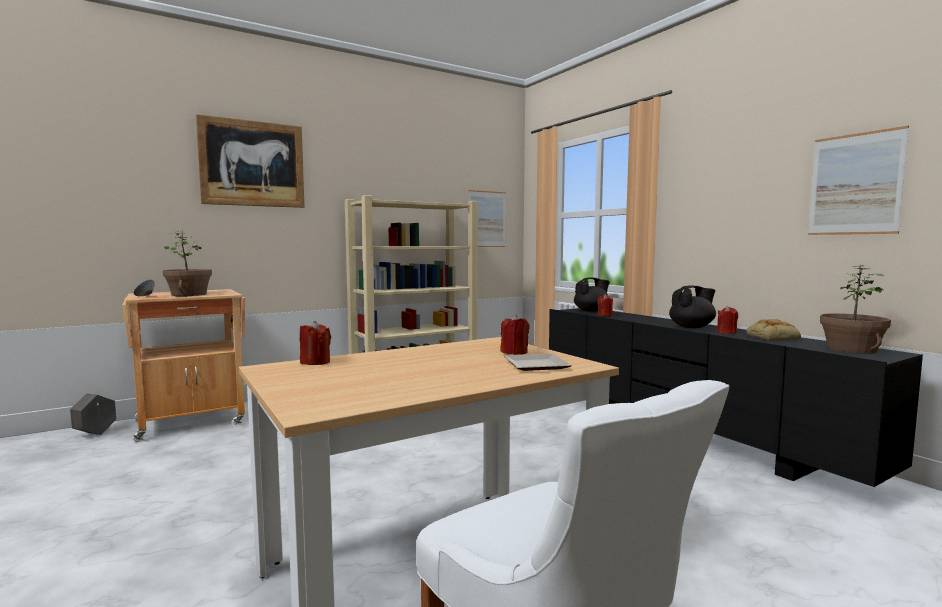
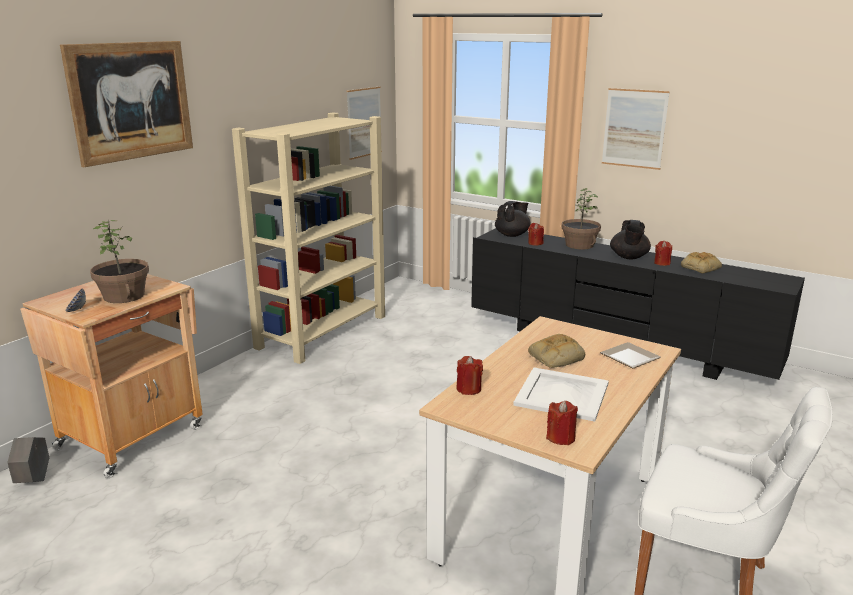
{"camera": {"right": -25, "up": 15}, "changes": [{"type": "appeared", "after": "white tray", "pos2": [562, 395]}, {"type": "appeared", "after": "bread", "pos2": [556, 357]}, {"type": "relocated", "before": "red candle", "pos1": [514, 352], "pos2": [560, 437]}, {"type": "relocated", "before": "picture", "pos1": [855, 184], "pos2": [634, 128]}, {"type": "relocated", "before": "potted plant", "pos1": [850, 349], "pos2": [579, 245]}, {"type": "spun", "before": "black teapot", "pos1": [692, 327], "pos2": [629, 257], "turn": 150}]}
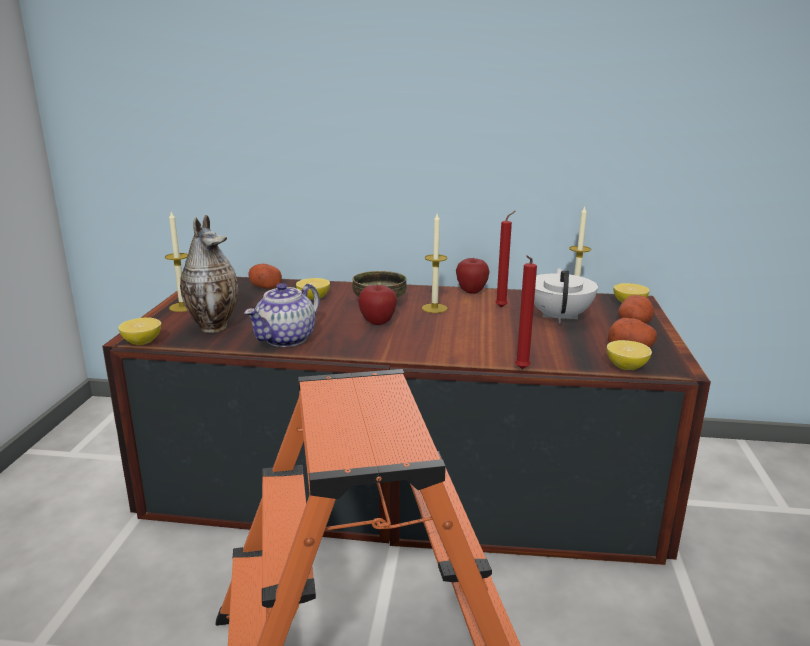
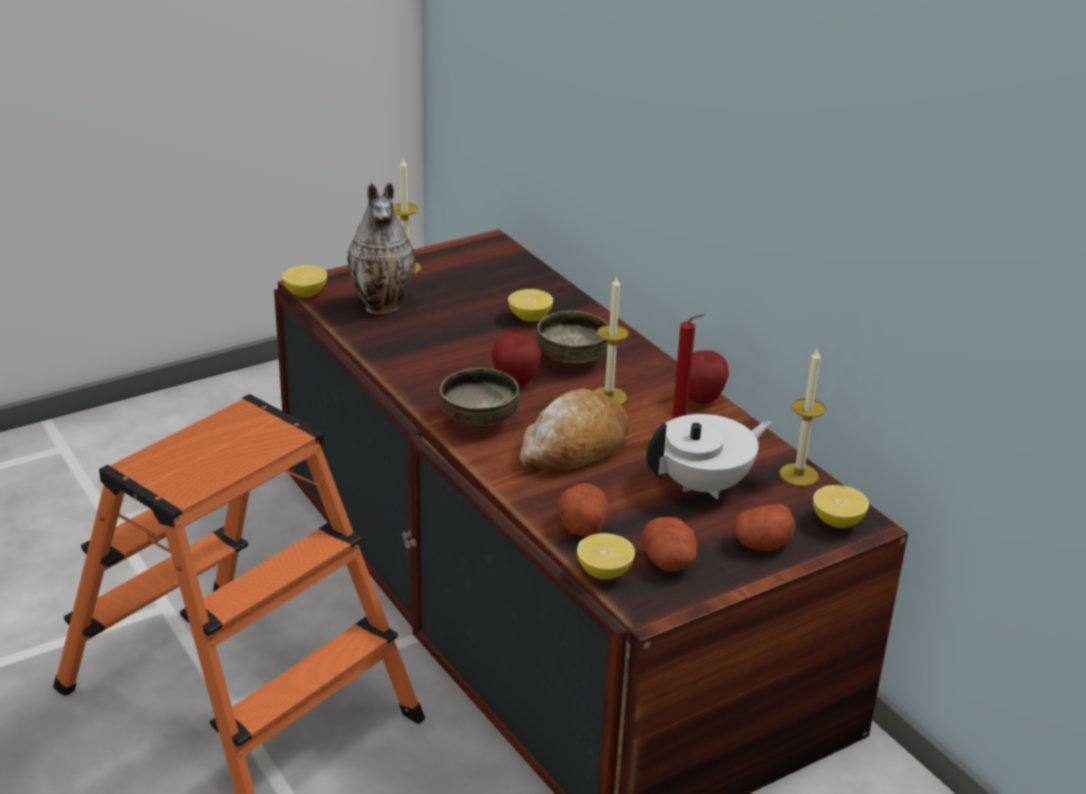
{"camera": {"right": 50, "up": 10}, "changes": [{"type": "missing", "before": "teapot", "pos1": [286, 339]}, {"type": "missing", "before": "red candle", "pos1": [521, 370]}, {"type": "appeared", "after": "bowl", "pos2": [480, 422]}, {"type": "appeared", "after": "bread", "pos2": [574, 447]}, {"type": "relocated", "before": "potato", "pos1": [264, 286], "pos2": [581, 524]}]}
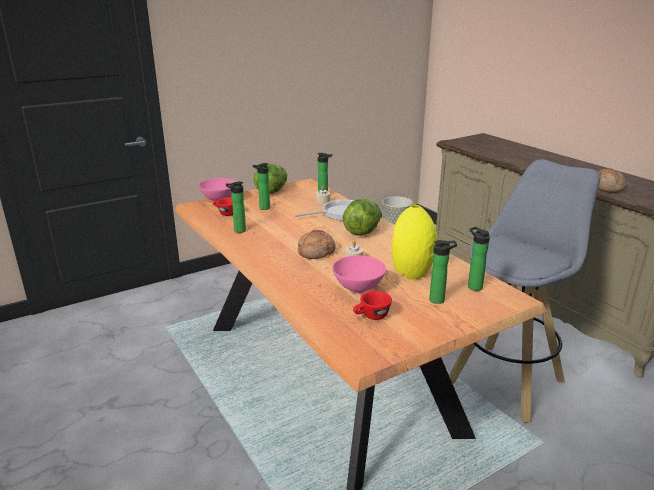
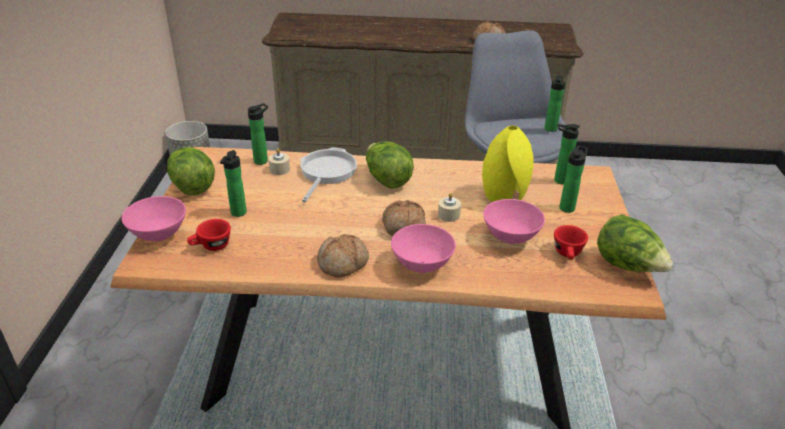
{"camera": {"right": -55, "up": 10}, "changes": [{"type": "appeared", "after": "bread", "pos2": [343, 264]}, {"type": "appeared", "after": "pink bowl", "pos2": [421, 266]}, {"type": "appeared", "after": "lettuce", "pos2": [627, 266]}, {"type": "relocated", "before": "bottle", "pos1": [238, 230], "pos2": [550, 130]}]}
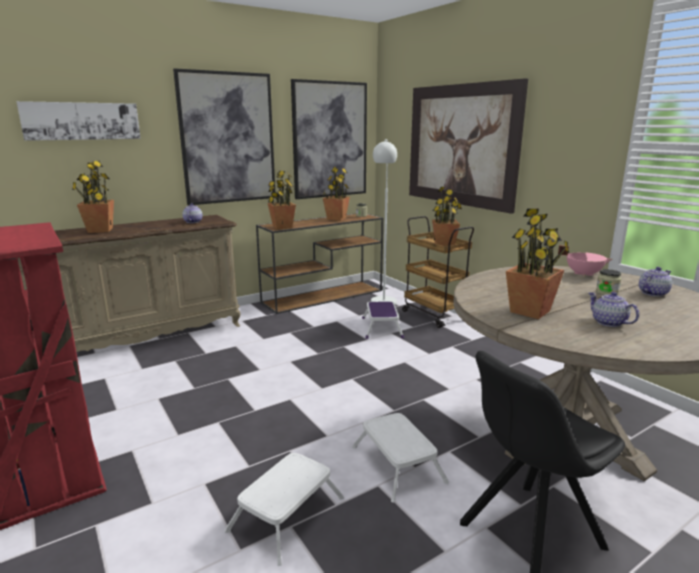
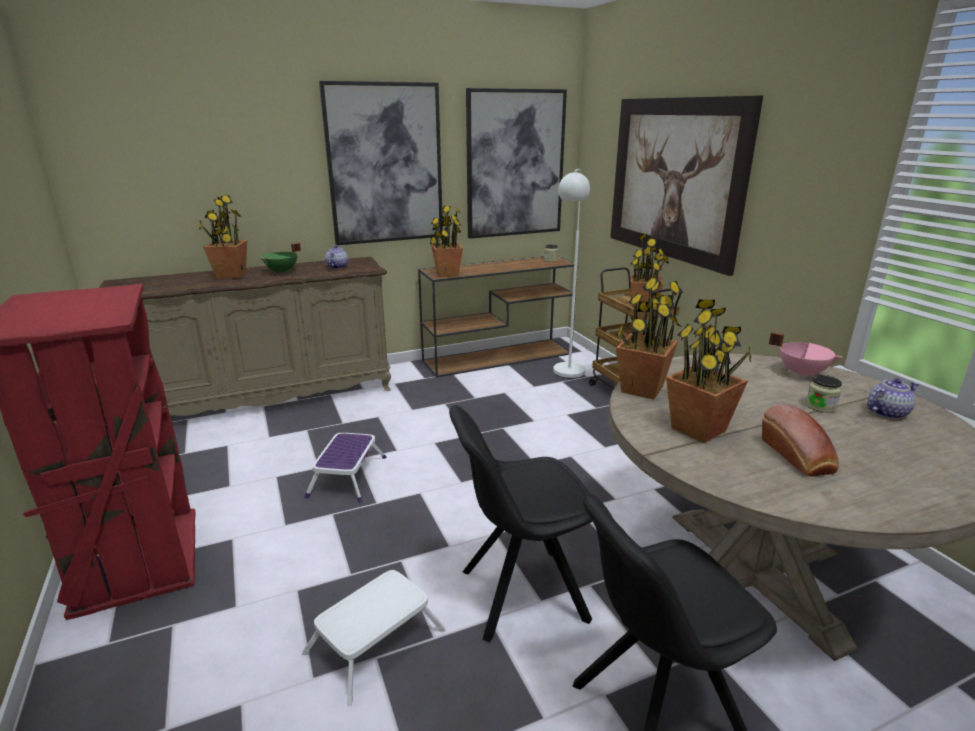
{"camera": {"right": 10, "up": 5}, "changes": [{"type": "missing", "before": "picture", "pos1": [82, 121]}, {"type": "appeared", "after": "green cooking pot", "pos2": [282, 271]}, {"type": "relocated", "before": "potted plant", "pos1": [336, 219], "pos2": [641, 389]}, {"type": "relocated", "before": "purple step ladder", "pos1": [382, 327], "pos2": [348, 476]}, {"type": "exchanged", "before": "white step ladder", "after": "black chair", "pos1": [398, 464], "pos2": [522, 594]}, {"type": "exchanged", "before": "teapot", "after": "bread", "pos1": [608, 322], "pos2": [798, 457]}]}
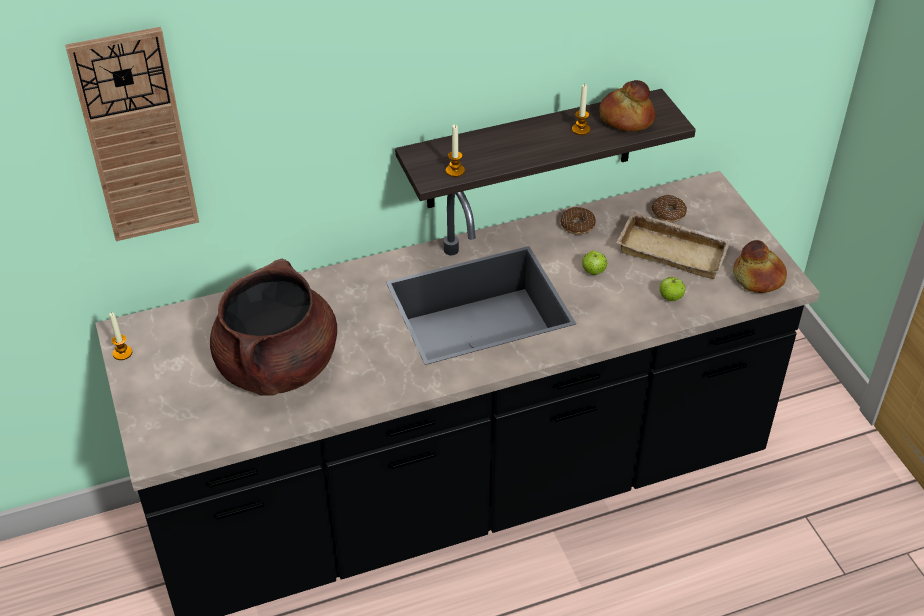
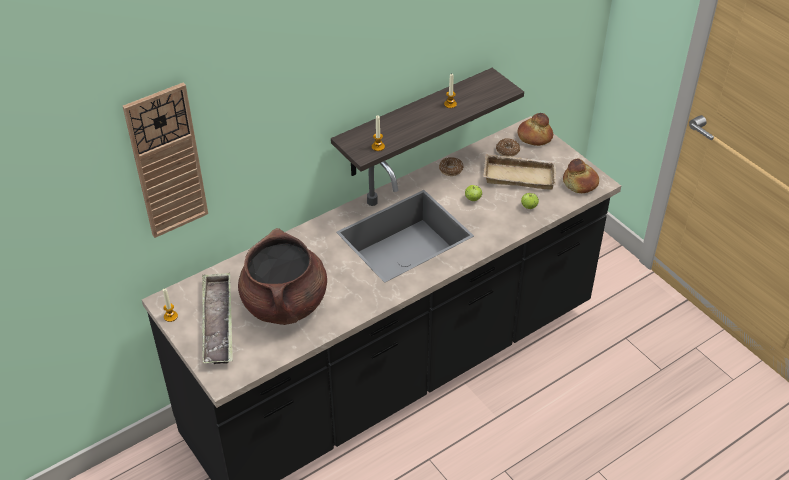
{"camera": {"right": -15, "up": 0}, "changes": [{"type": "appeared", "after": "tray", "pos2": [218, 322]}, {"type": "relocated", "before": "bread", "pos1": [626, 118], "pos2": [534, 137]}]}
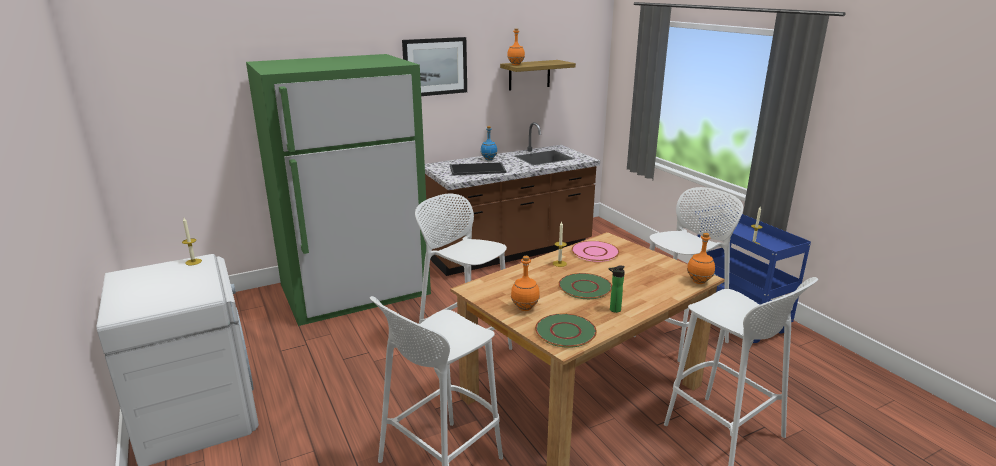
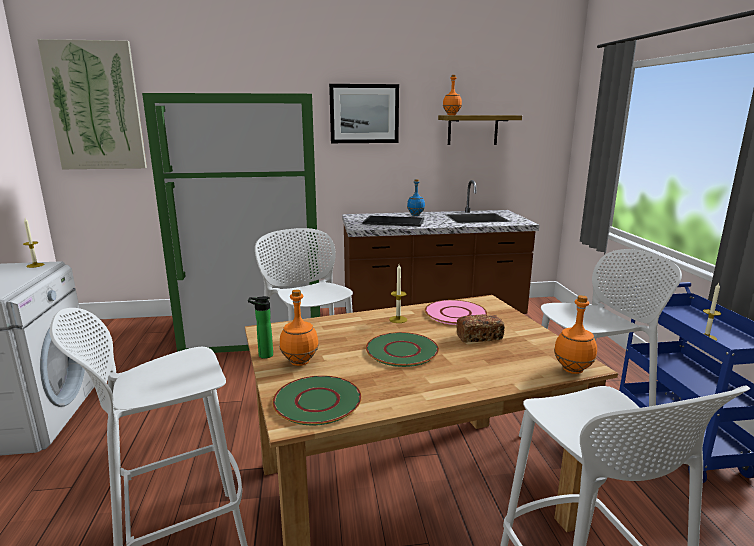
{"camera": {"right": 20, "up": -5}, "changes": [{"type": "appeared", "after": "picture", "pos2": [95, 106]}, {"type": "appeared", "after": "bread", "pos2": [479, 337]}, {"type": "relocated", "before": "bottle", "pos1": [613, 310], "pos2": [263, 355]}]}
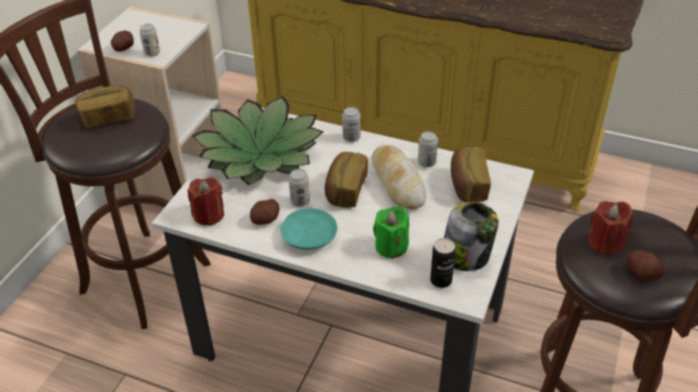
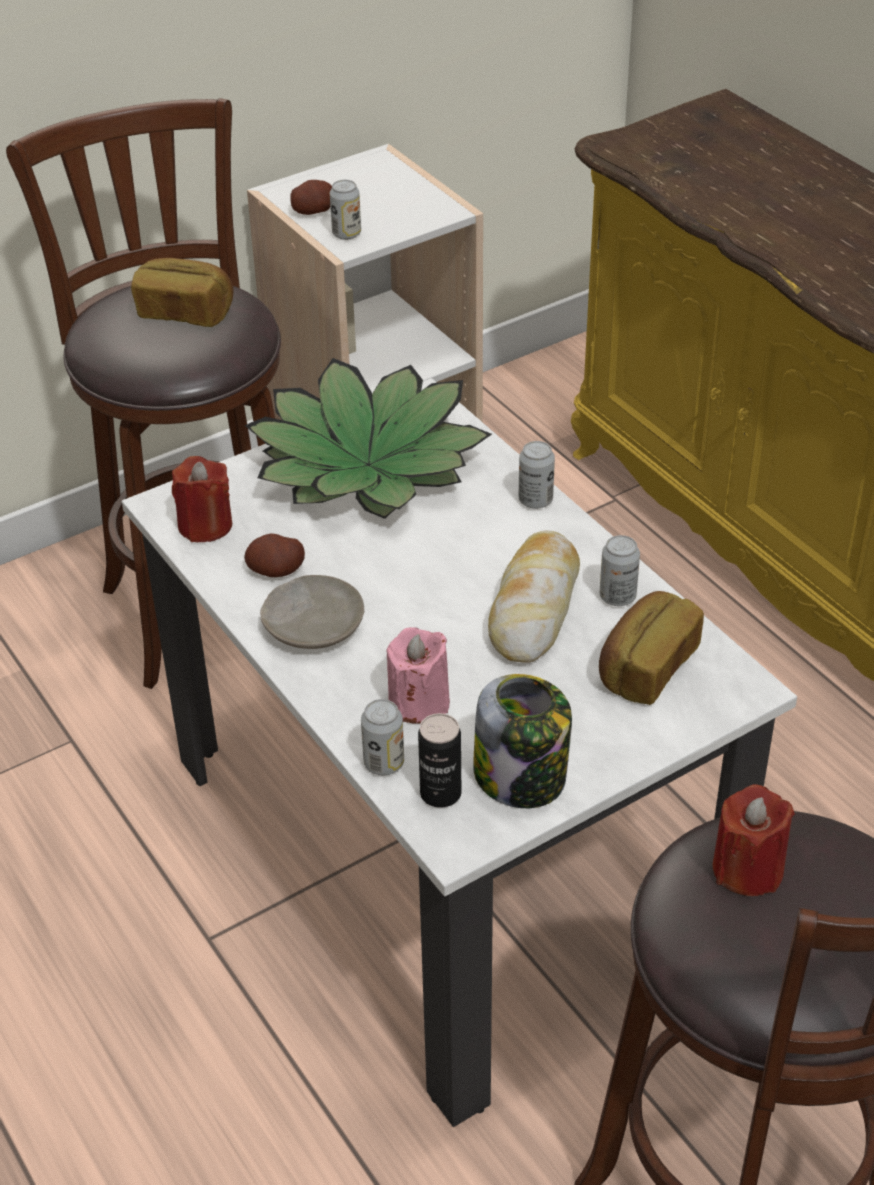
{"camera": {"right": 35, "up": 0}, "changes": [{"type": "missing", "before": "bread", "pos1": [345, 190]}, {"type": "missing", "before": "potato", "pos1": [642, 273]}, {"type": "relocated", "before": "can", "pos1": [300, 201], "pos2": [384, 763]}, {"type": "colour", "before": "turquoise plate", "after": "beige plate", "pos1": [309, 235], "pos2": [314, 625]}, {"type": "colour", "before": "green candle", "after": "pink candle", "pos1": [391, 246], "pos2": [419, 702]}]}
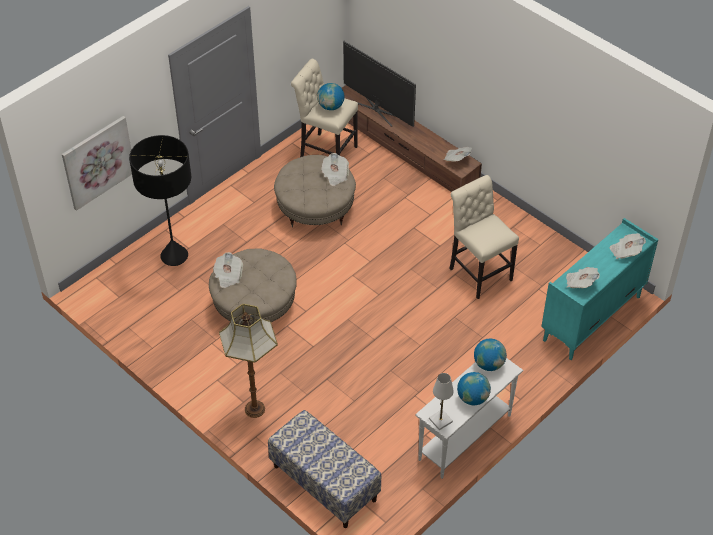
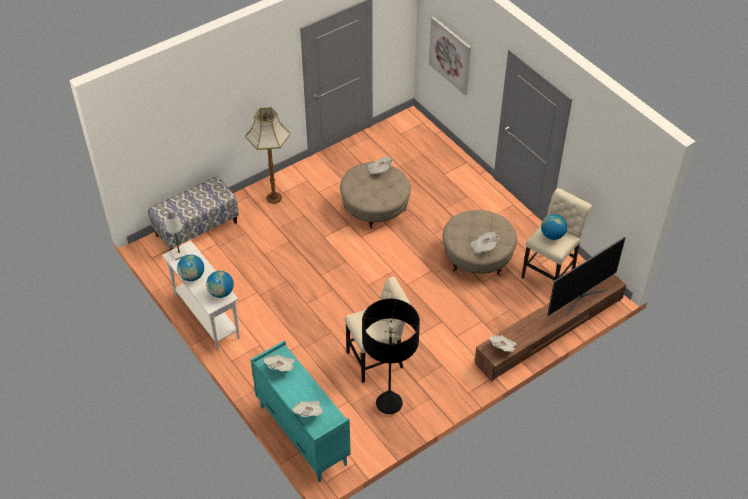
{"camera": {"right": 100, "up": 0}, "changes": [{"type": "relocated", "before": "black floor lamp", "pos1": [174, 258], "pos2": [389, 405]}]}
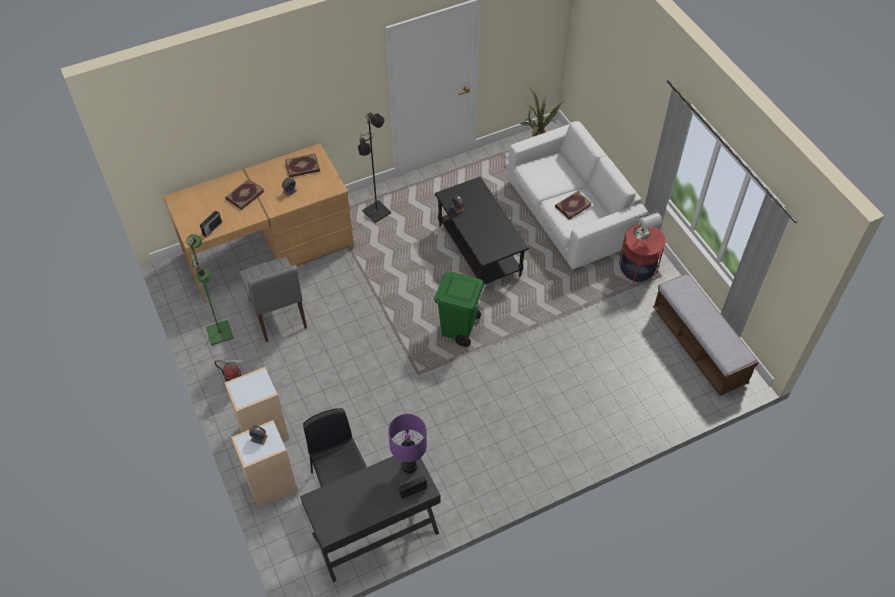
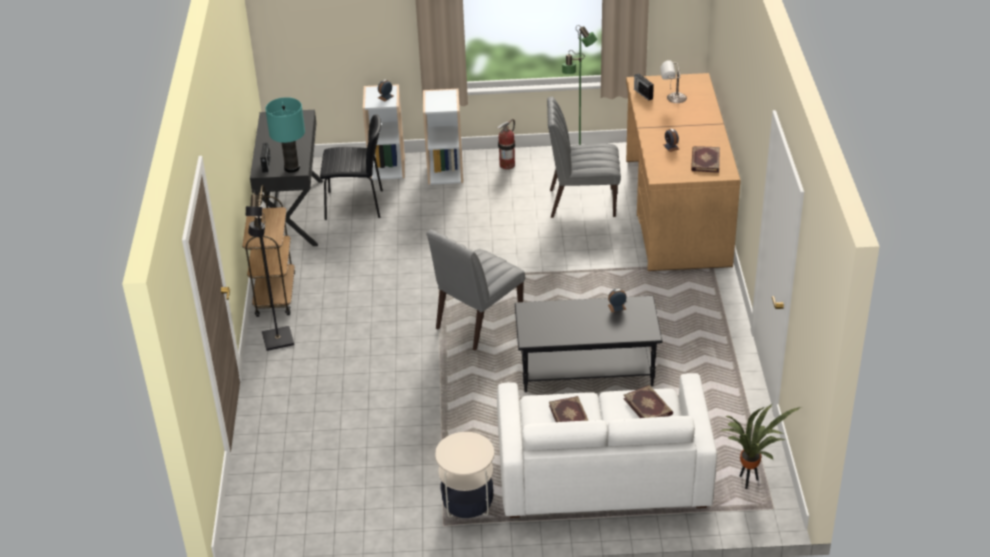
{"camera": {"right": 115, "up": -15}, "changes": [{"type": "missing", "before": "bench", "pos1": [698, 346]}, {"type": "appeared", "after": "brown cart", "pos2": [275, 296]}, {"type": "relocated", "before": "book", "pos1": [244, 195], "pos2": [648, 406]}, {"type": "relocated", "before": "black floor lamp", "pos1": [376, 212], "pos2": [278, 339]}, {"type": "relocated", "before": "white table lamp", "pos1": [644, 235], "pos2": [672, 98]}, {"type": "exchanged", "before": "green trash can", "after": "grey chair", "pos1": [459, 329], "pos2": [479, 321]}, {"type": "colour", "before": "purple table lamp", "after": "turquoise table lamp", "pos1": [409, 465], "pos2": [292, 168]}, {"type": "colour", "before": "red side table", "after": "beige side table", "pos1": [637, 271], "pos2": [467, 504]}]}
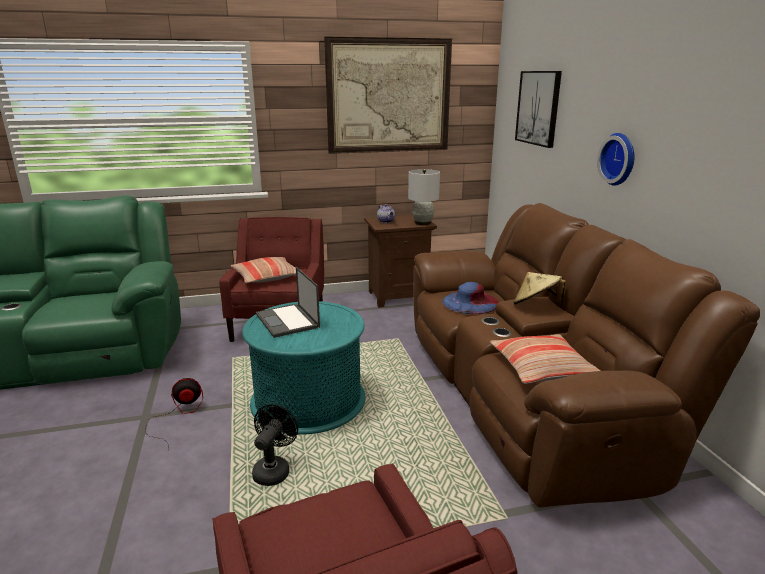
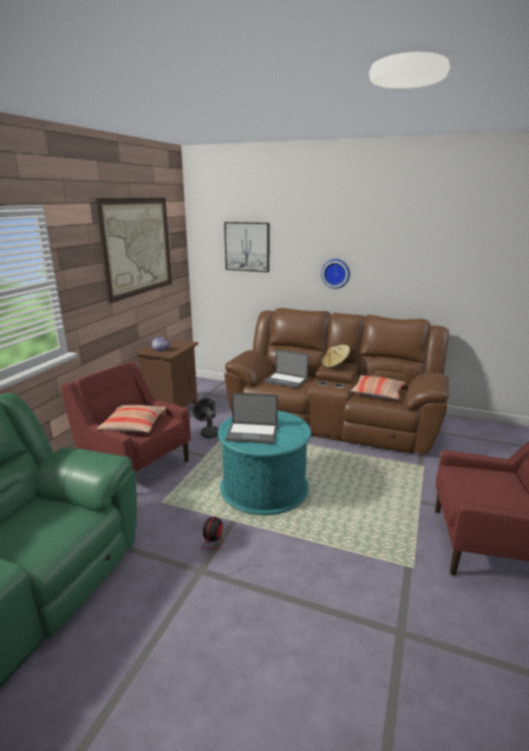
{"camera": {"right": -55, "up": 0}, "changes": [{"type": "missing", "before": "white table lamp", "pos1": [423, 223]}, {"type": "relocated", "before": "black fan", "pos1": [274, 469], "pos2": [208, 433]}, {"type": "exchanged", "before": "blue hat", "after": "laptop", "pos1": [470, 302], "pos2": [286, 380]}]}
